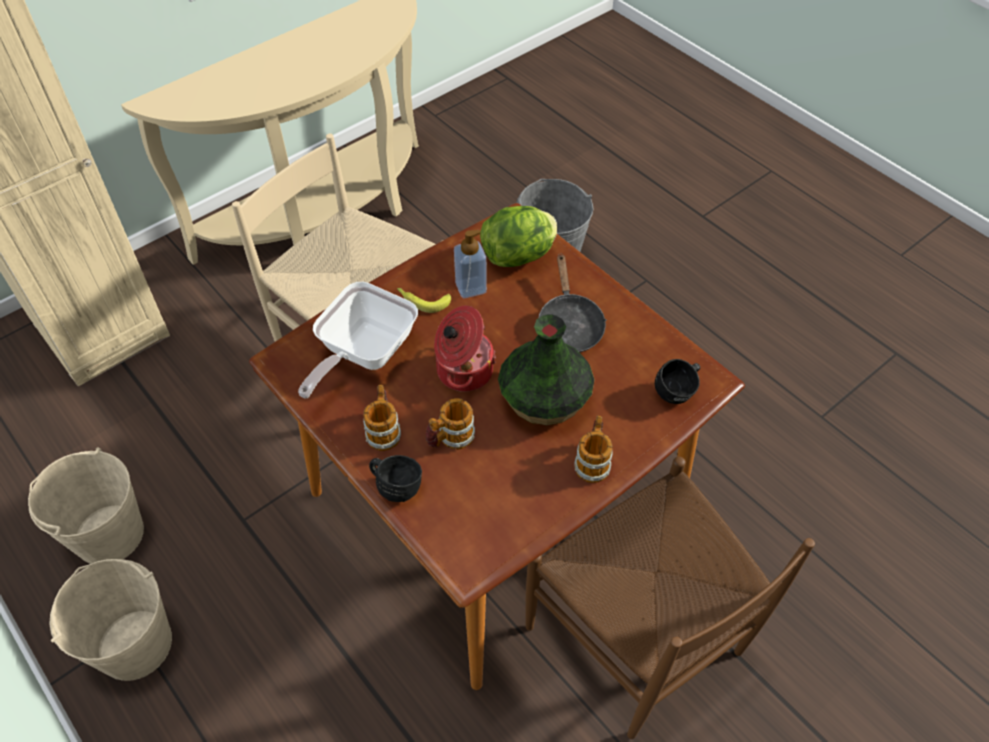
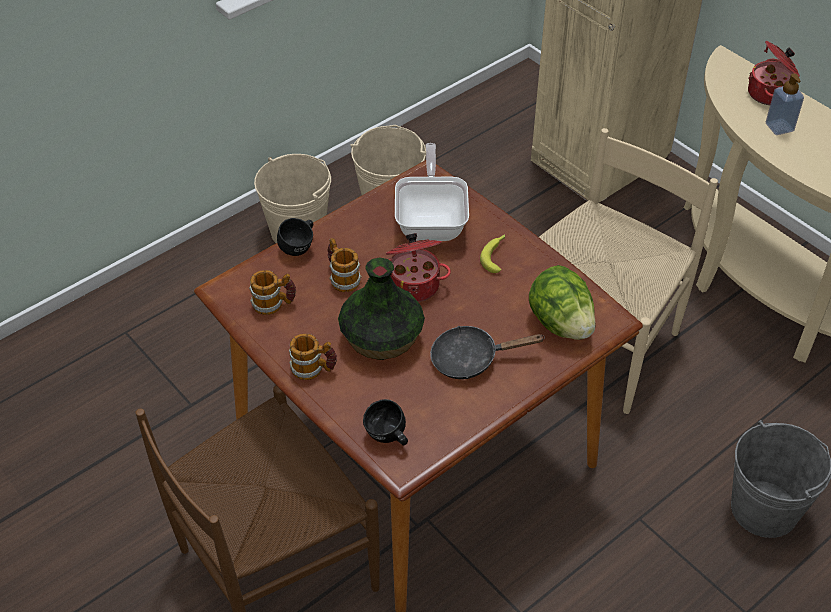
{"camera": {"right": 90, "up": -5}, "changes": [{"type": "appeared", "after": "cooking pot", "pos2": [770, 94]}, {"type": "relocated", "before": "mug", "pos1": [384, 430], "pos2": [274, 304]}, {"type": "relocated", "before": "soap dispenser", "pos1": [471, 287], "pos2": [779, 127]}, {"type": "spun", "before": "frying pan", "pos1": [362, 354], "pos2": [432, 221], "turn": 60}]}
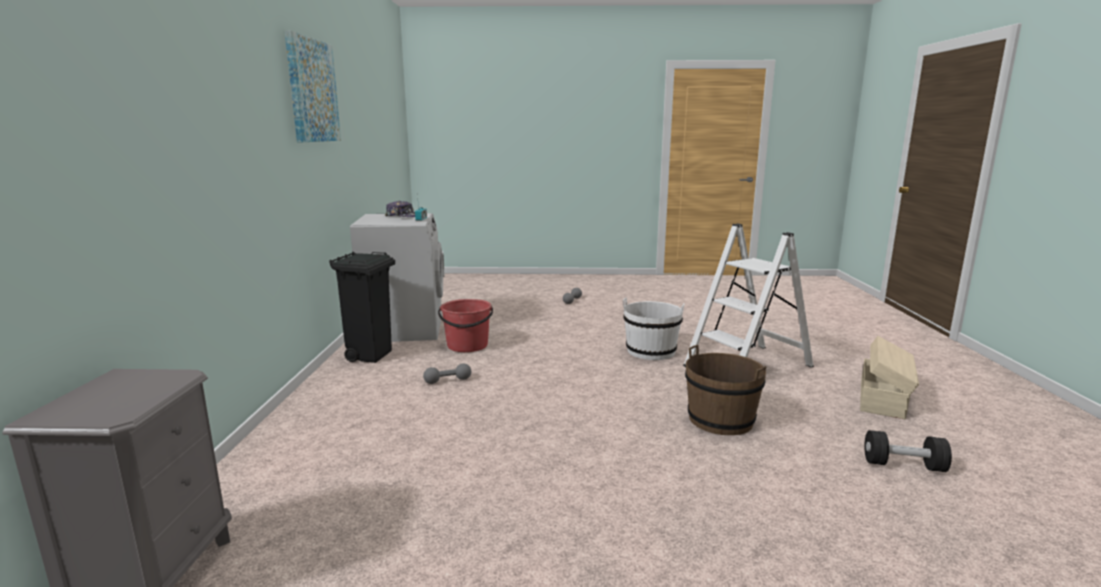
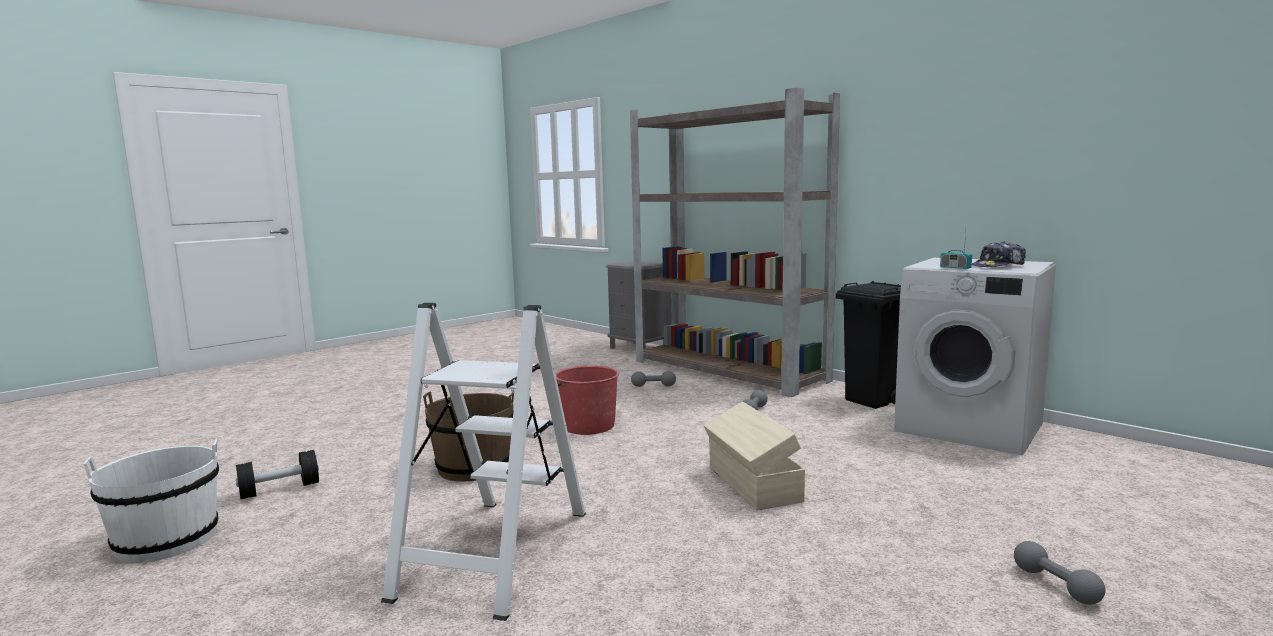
{"camera": {"right": 135, "up": -5}, "changes": [{"type": "missing", "before": "picture", "pos1": [312, 91]}, {"type": "appeared", "after": "brown bookcase", "pos2": [728, 370]}, {"type": "appeared", "after": "grey dumbbell", "pos2": [653, 386]}, {"type": "relocated", "before": "red bucket", "pos1": [467, 346], "pos2": [587, 426]}, {"type": "relocated", "before": "white bucket", "pos1": [651, 351], "pos2": [167, 540]}, {"type": "relocated", "before": "beige storage box", "pos1": [883, 398], "pos2": [752, 485]}]}
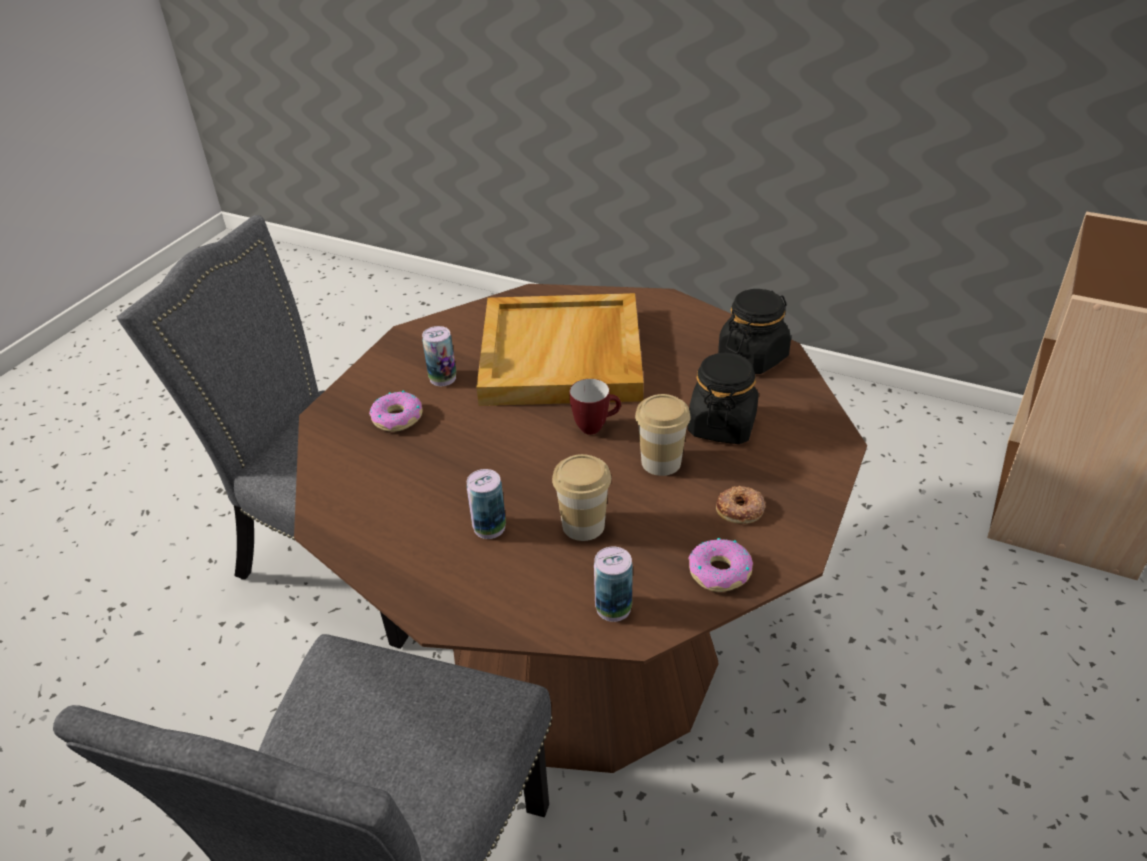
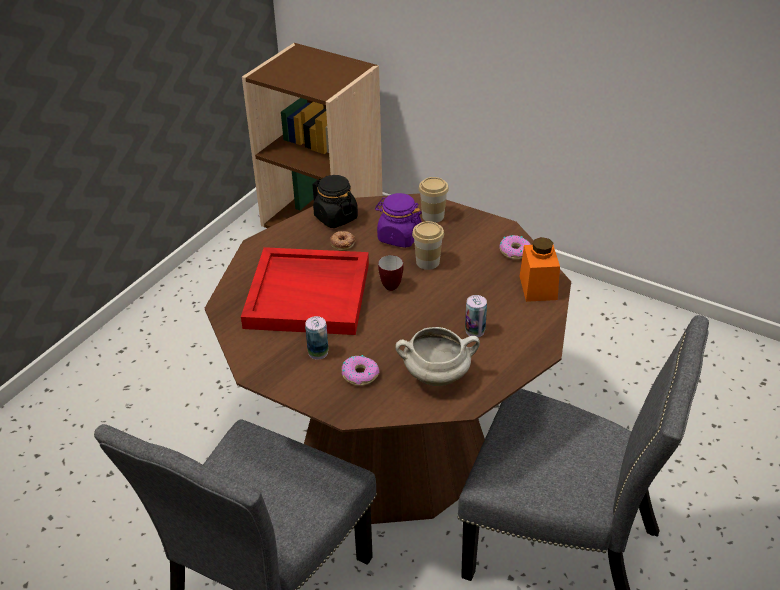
{"camera": {"right": -85, "up": 0}, "changes": [{"type": "appeared", "after": "white cooking pot", "pos2": [437, 375]}, {"type": "relocated", "before": "cup", "pos1": [583, 525], "pos2": [433, 216]}, {"type": "relocated", "before": "donut", "pos1": [740, 509], "pos2": [342, 243]}, {"type": "exchanged", "before": "can", "after": "orange jar", "pos1": [613, 608], "pos2": [538, 288]}, {"type": "colour", "before": "beige tray", "after": "red tray", "pos1": [563, 356], "pos2": [309, 294]}, {"type": "colour", "before": "black jar", "after": "purple jar", "pos1": [721, 425], "pos2": [399, 237]}]}
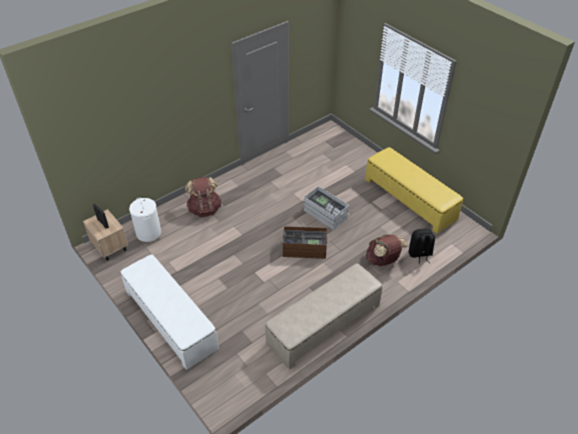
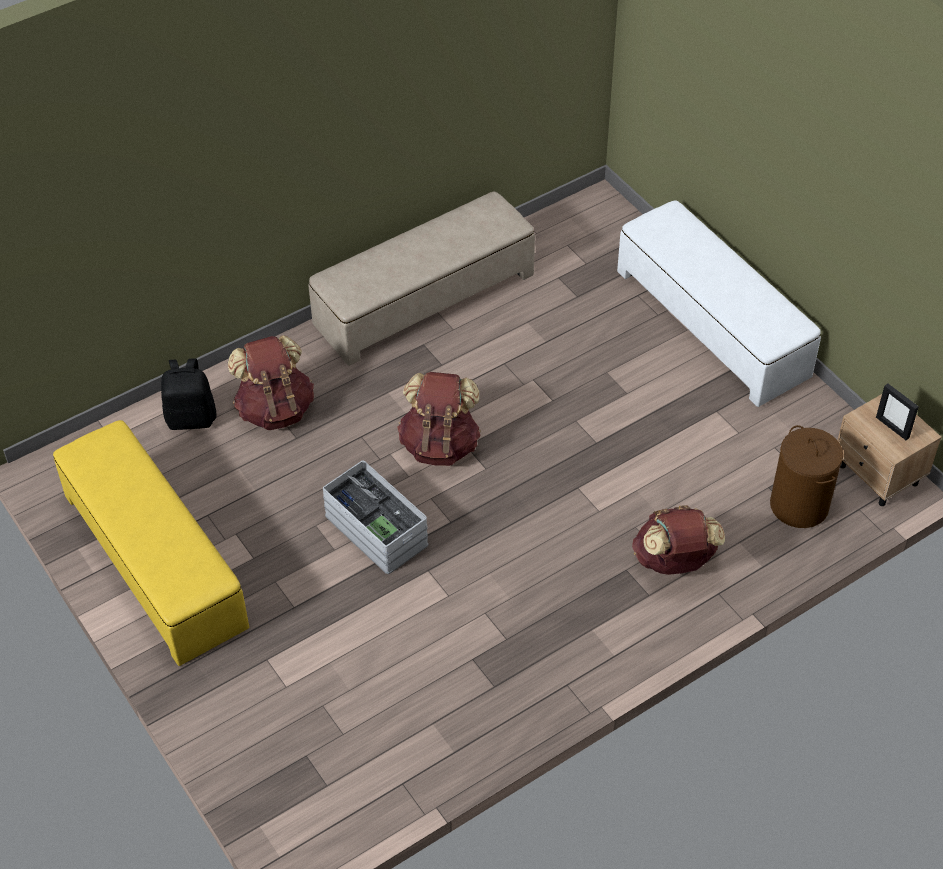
{"camera": {"right": -175, "up": 5}, "changes": [{"type": "exchanged", "before": "brown storage box", "after": "brown backpack", "pos1": [304, 249], "pos2": [440, 444]}, {"type": "colour", "before": "white laundry basket", "after": "brown laundry basket", "pos1": [148, 232], "pos2": [799, 505]}]}
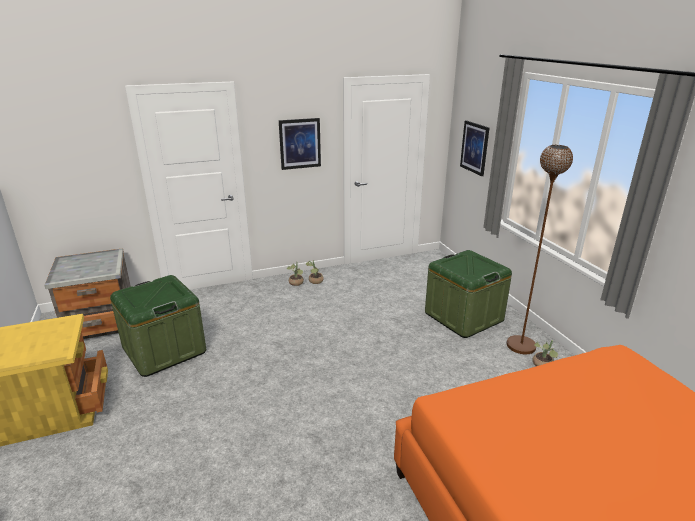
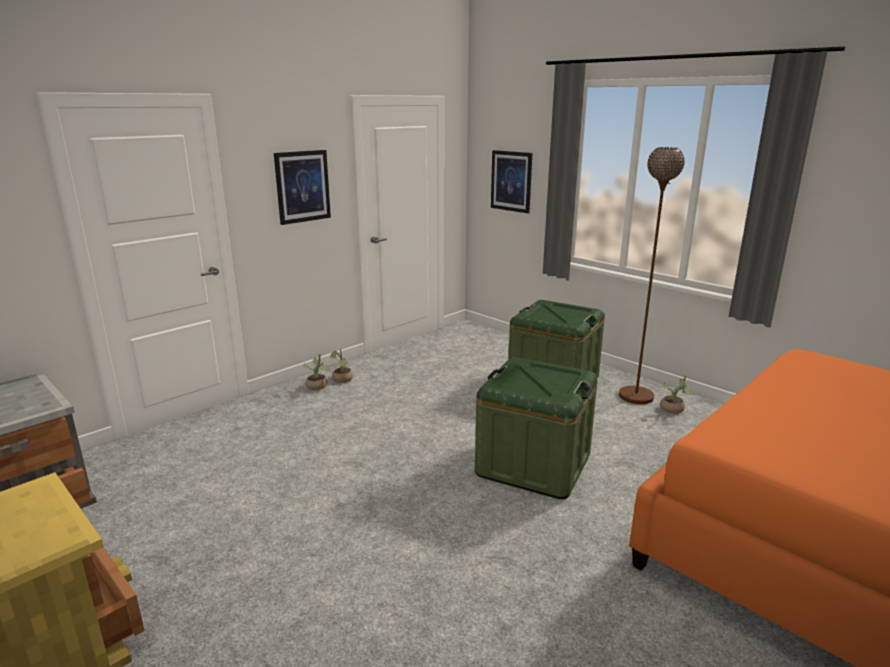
{"camera": {"right": -25, "up": -5}, "changes": [{"type": "relocated", "before": "green storage box", "pos1": [164, 350], "pos2": [533, 464]}]}
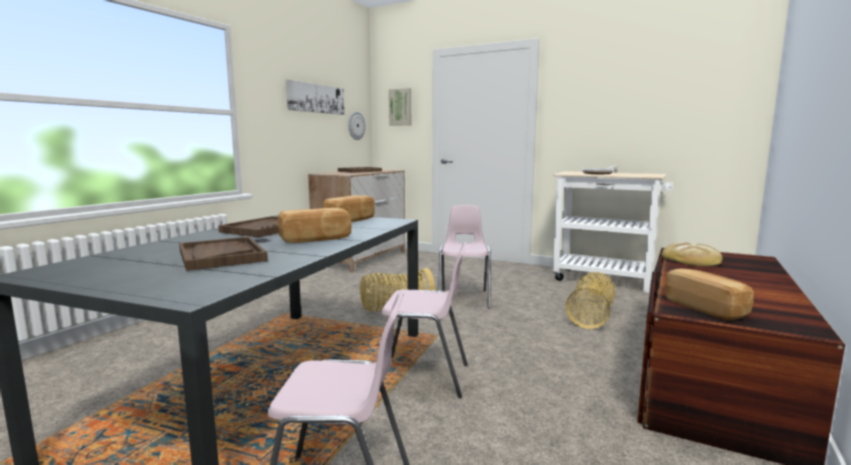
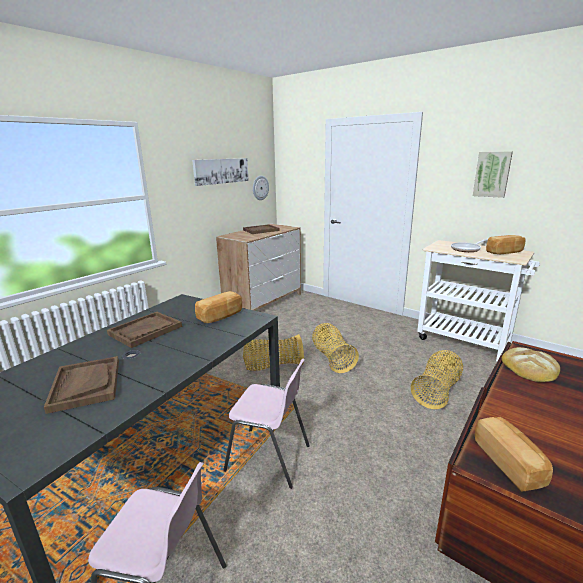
{"camera": {"right": 10, "up": 10}, "changes": [{"type": "relocated", "before": "bread", "pos1": [316, 240], "pos2": [505, 252]}, {"type": "relocated", "before": "picture", "pos1": [400, 107], "pos2": [492, 174]}, {"type": "exchanged", "before": "pink chair", "after": "basket", "pos1": [464, 298], "pos2": [332, 358]}]}
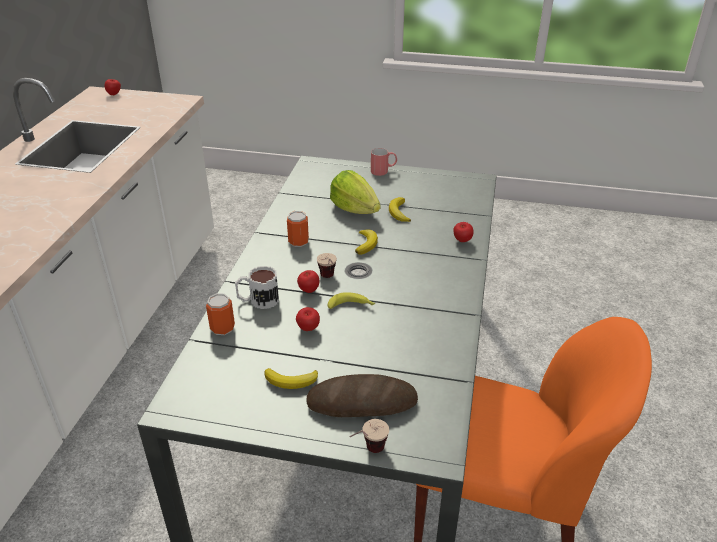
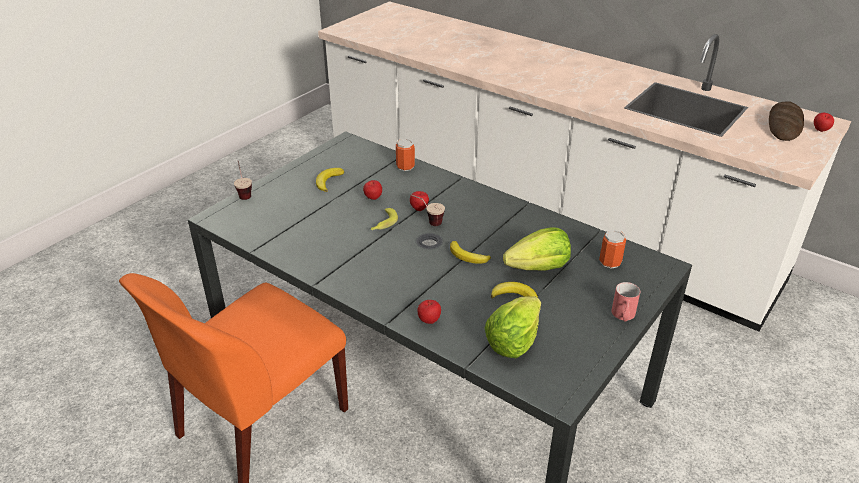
{"camera": {"right": 115, "up": 0}, "changes": [{"type": "missing", "before": "mug", "pos1": [258, 300]}, {"type": "appeared", "after": "lettuce", "pos2": [513, 341]}, {"type": "relocated", "before": "can", "pos1": [298, 241], "pos2": [610, 262]}, {"type": "relocated", "before": "bread", "pos1": [362, 402], "pos2": [784, 125]}]}
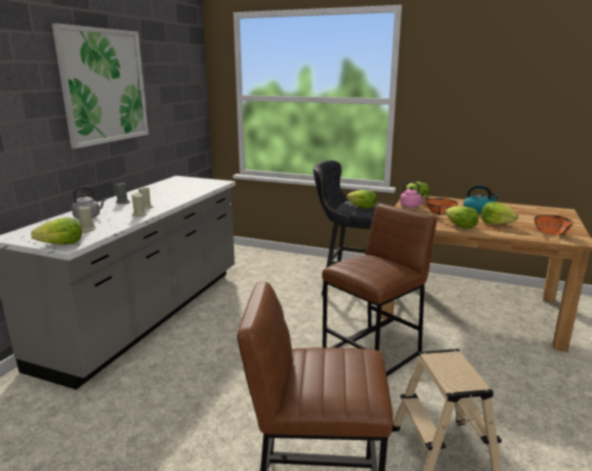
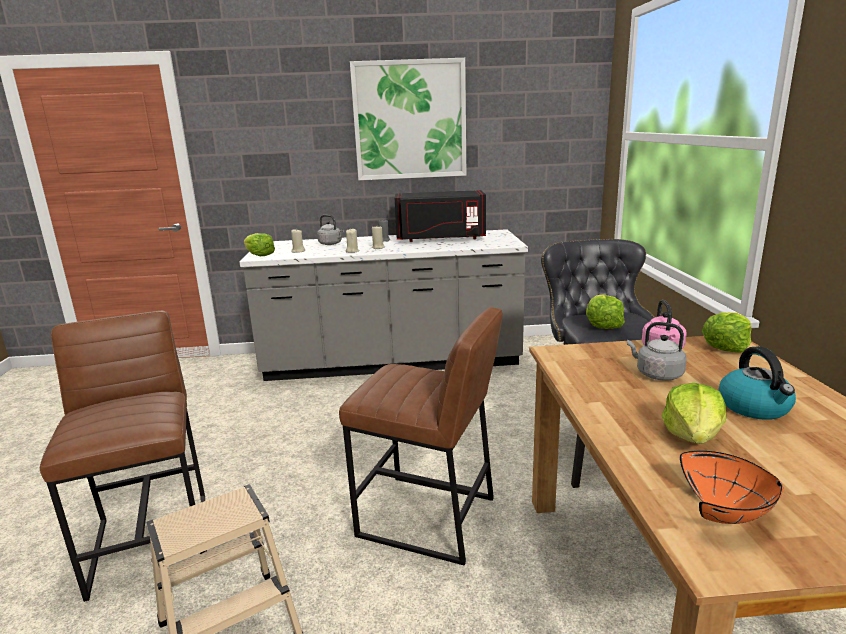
{"camera": {"right": 65, "up": 0}, "changes": [{"type": "missing", "before": "lettuce", "pos1": [460, 226]}, {"type": "appeared", "after": "black microwave", "pos2": [440, 238]}, {"type": "exchanged", "before": "orange bowl", "after": "grey kettle", "pos1": [437, 213], "pos2": [656, 374]}]}
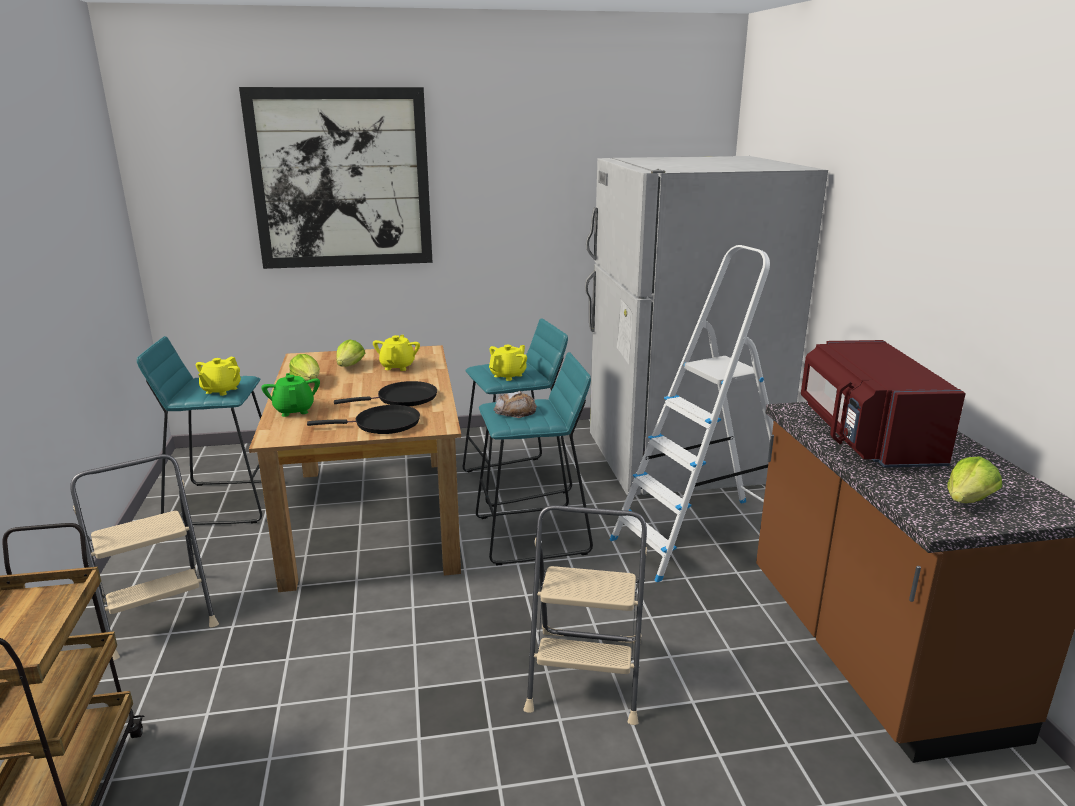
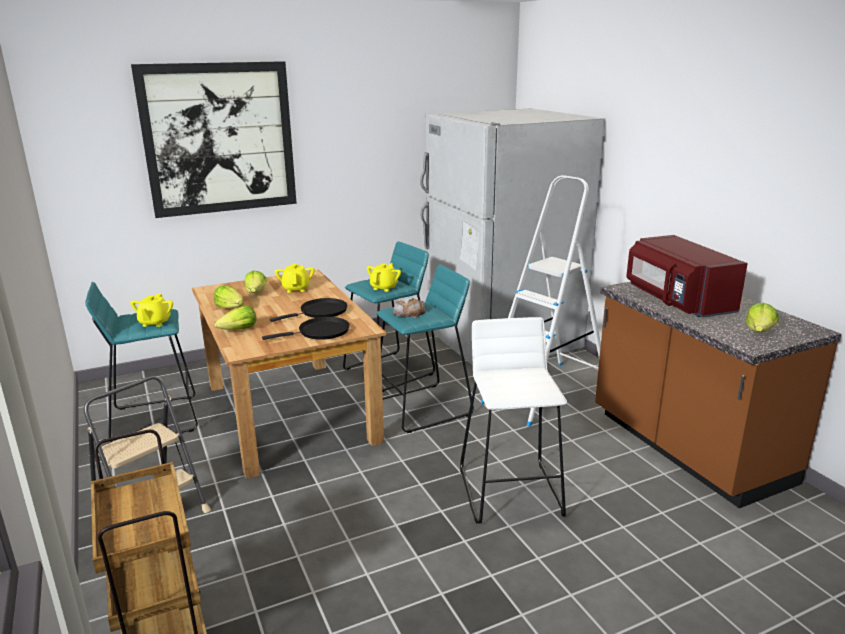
{"camera": {"right": -15, "up": 0}, "changes": [{"type": "exchanged", "before": "green teapot", "after": "lettuce", "pos1": [294, 410], "pos2": [239, 330]}, {"type": "exchanged", "before": "beige step ladder", "after": "white stool", "pos1": [587, 670], "pos2": [511, 491]}]}
